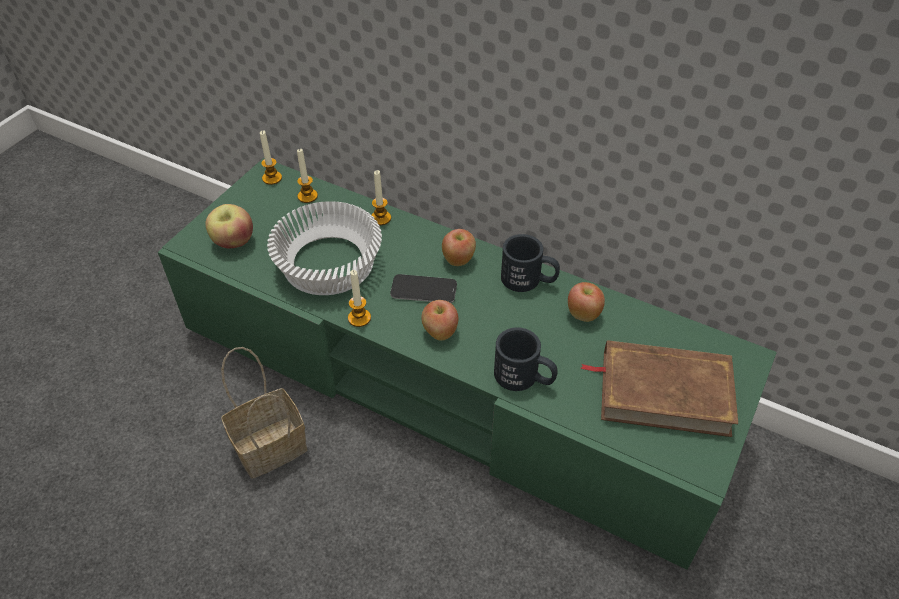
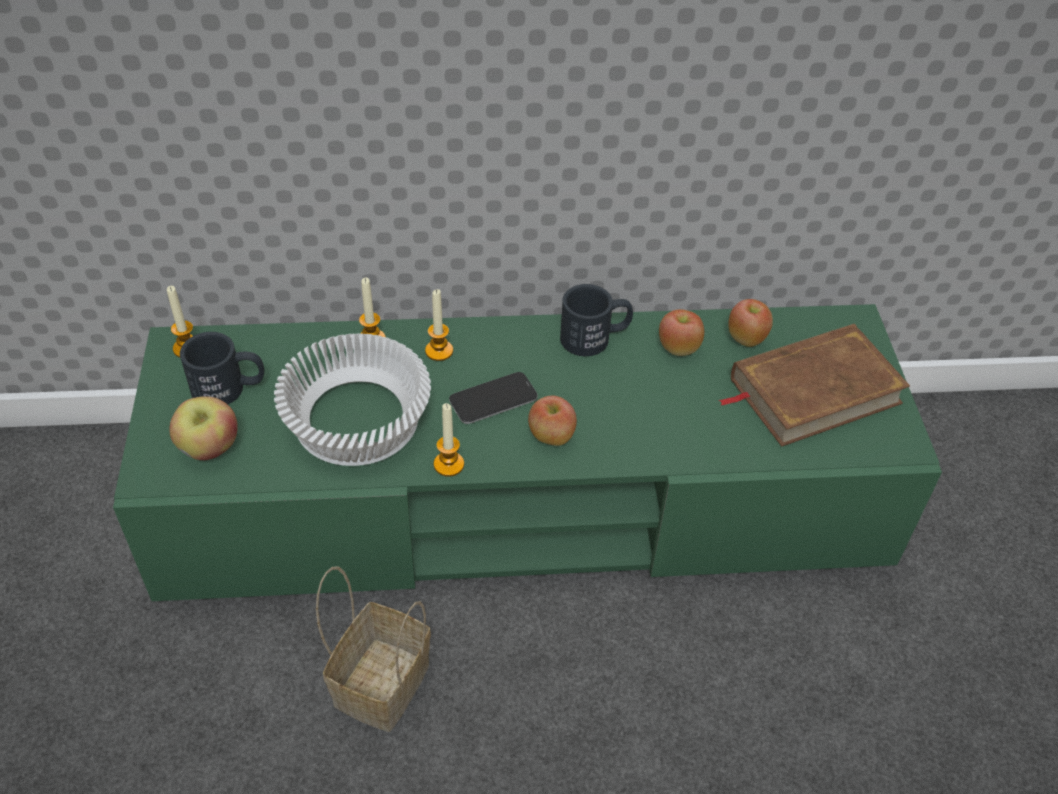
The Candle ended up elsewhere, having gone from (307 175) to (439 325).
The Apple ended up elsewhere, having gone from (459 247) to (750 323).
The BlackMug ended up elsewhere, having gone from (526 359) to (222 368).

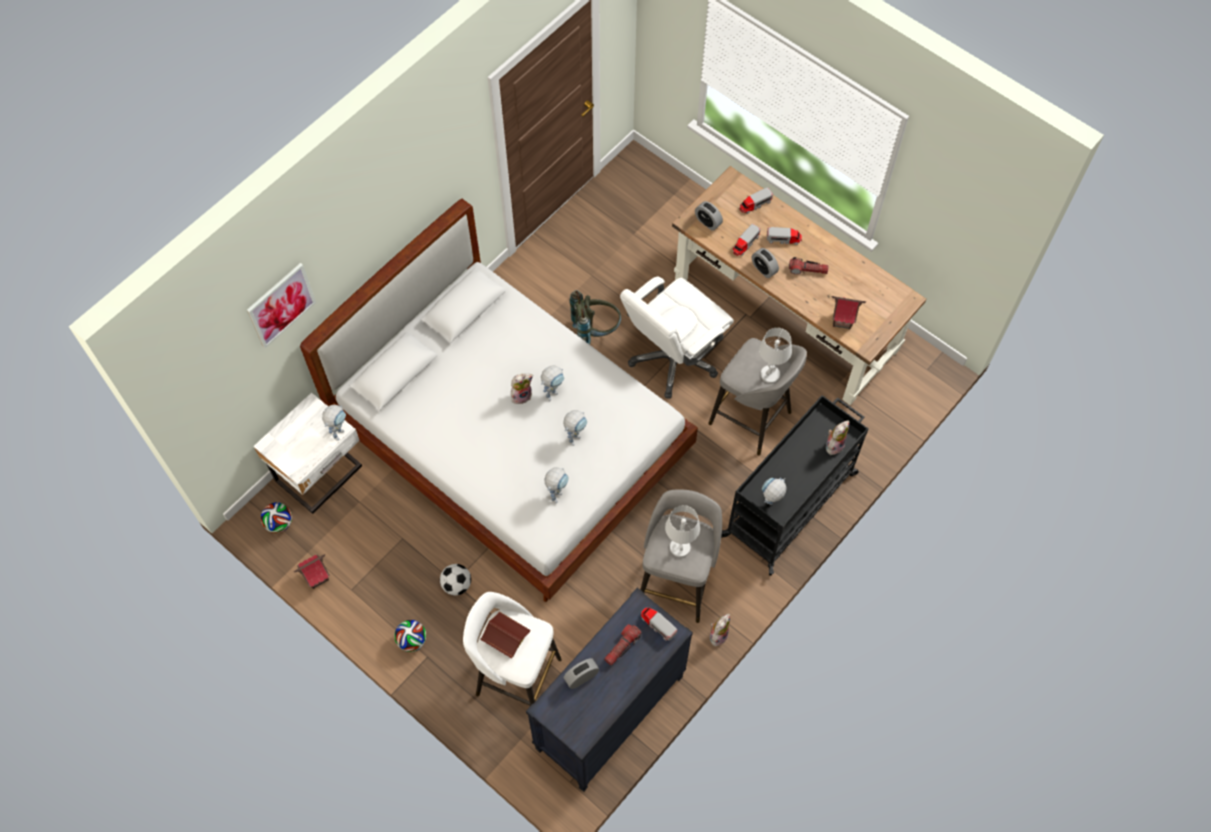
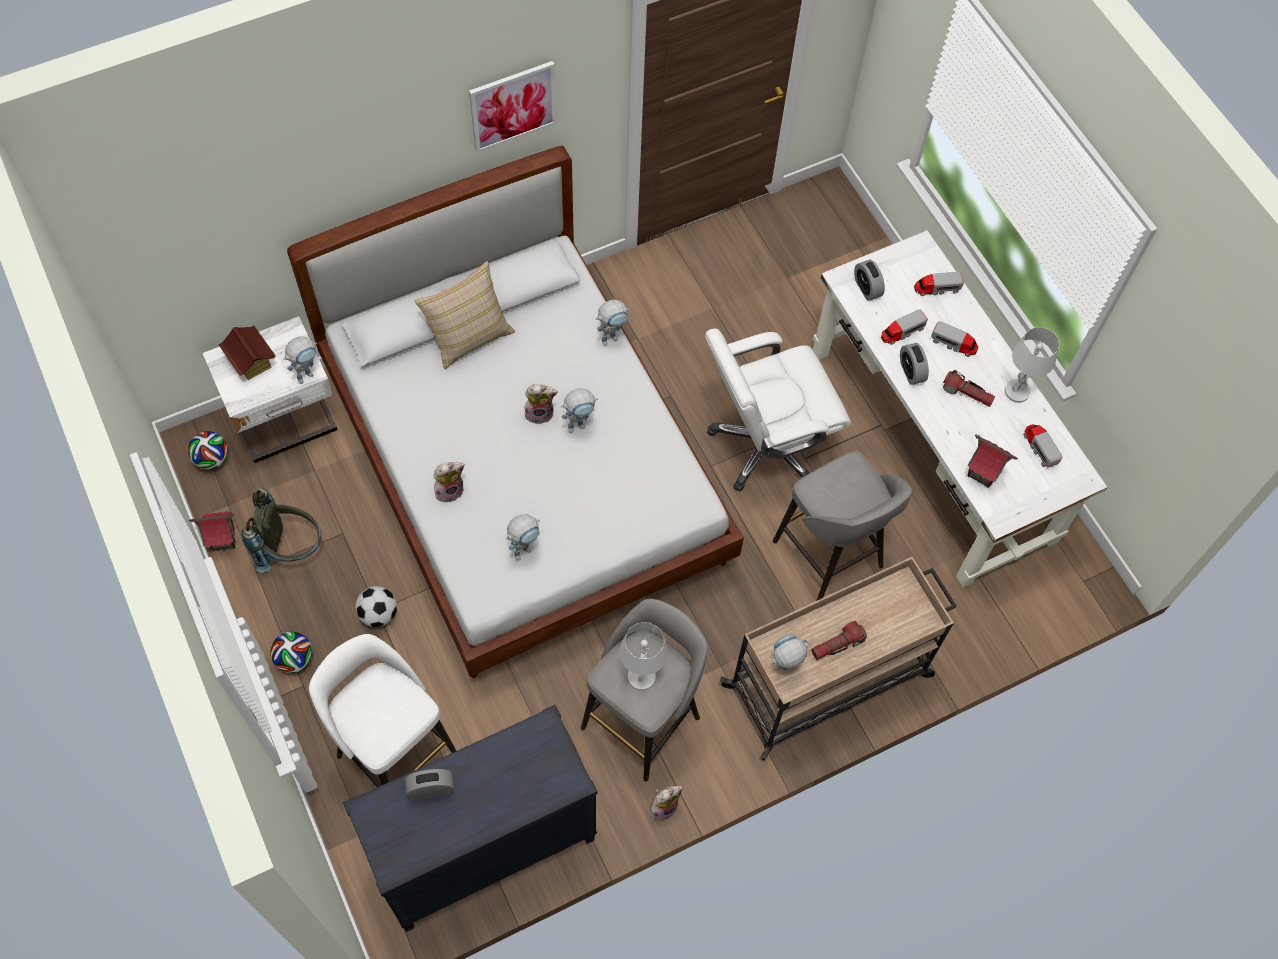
The second view gained the BeigePillow at (464 315).
The Picture ended up elsewhere, having gone from (281 305) to (512 107).
The ToyHouse ended up elsewhere, having gone from (505 635) to (247 352).
The ToyRobot ended up elsewhere, having gone from (575 428) to (612 323).
The GreyBackpack ended up elsewhere, having gone from (595 317) to (281 531).
The Flashlight ended up elsewhere, having gone from (622 645) to (839 640).
The ToyTruck ended up elsewhere, having gone from (659 624) to (1043 446).
The WhiteTableLamp ended up elsewhere, having gone from (775 355) to (1032 365).
The PlushToy ended up elsewhere, having gone from (837 438) to (449 482).
What was the BrownDesk at (799 285) turned into the WhiteDesk at (960 408).
What was the BlackCart at (795 485) turned into the BeigeCart at (838 658).

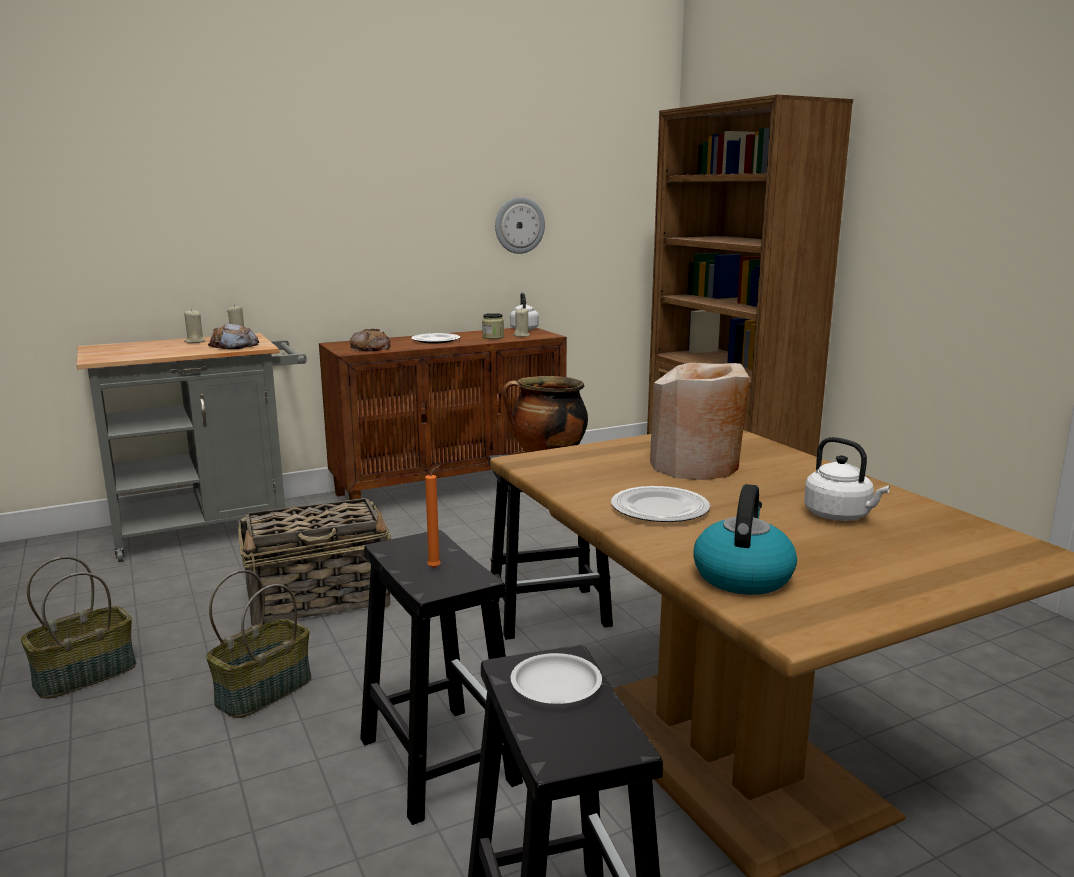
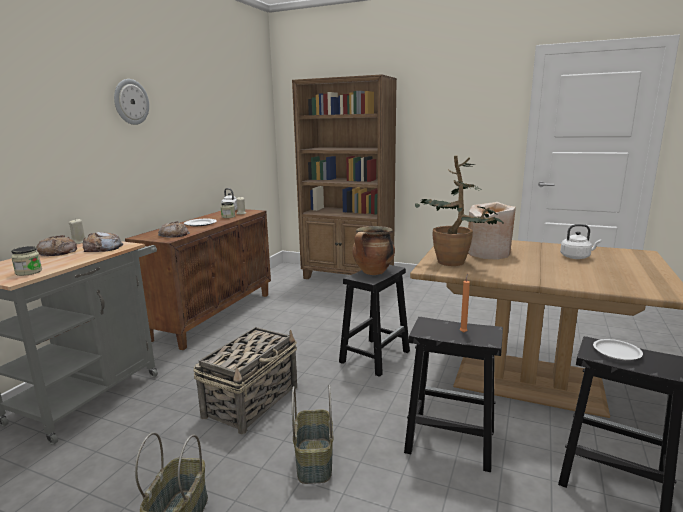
The second view lost the Plate at (660 504).
The second view lost the Kettle at (745 539).
The second view gained the Jar at (26 261).
The second view gained the PottedPlant at (459 210).
The WallClock ended up elsewhere, having gone from (520 225) to (131 102).
Where the BeigeCandle stood at (194 326), the Bread came to stand at (56 245).

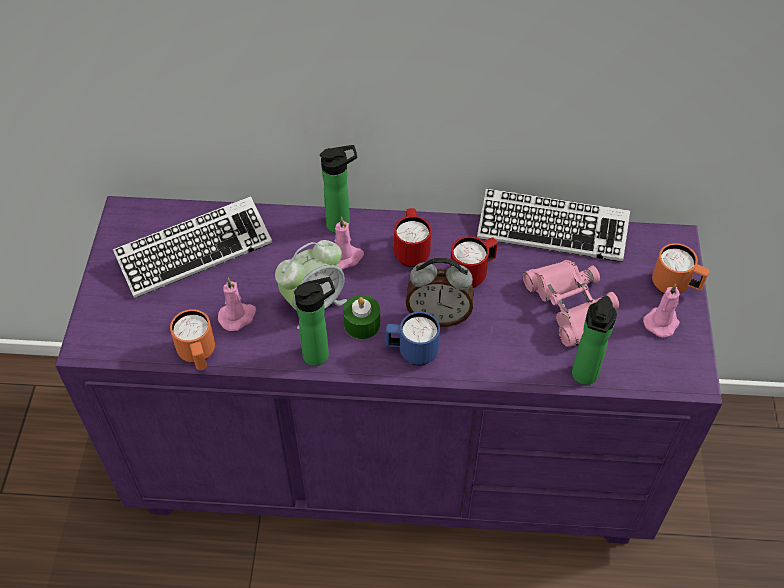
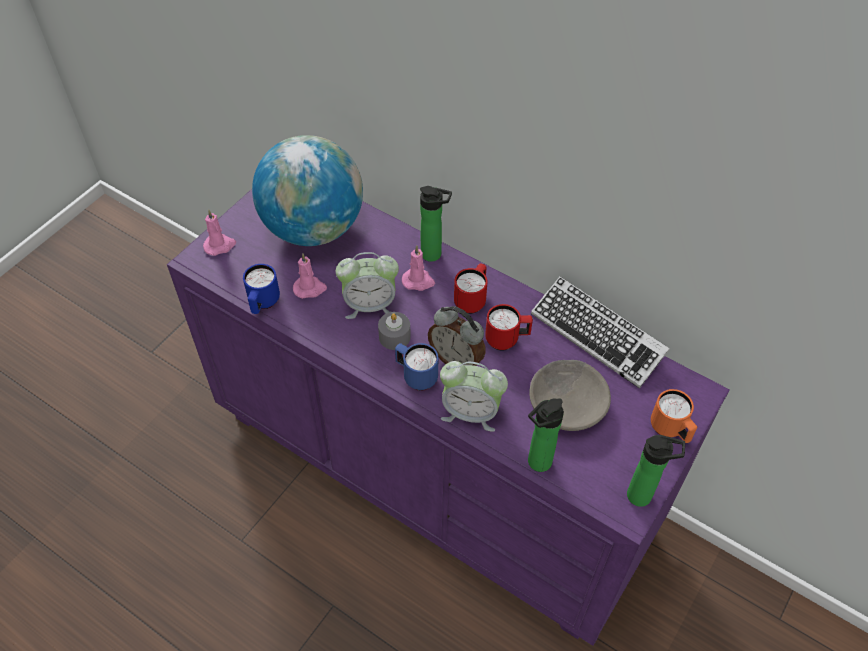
The second view gained the AlarmClock at (474 396).
The Bottle ended up elsewhere, having gone from (314 321) to (656 471).
The PinkCandle ended up elsewhere, having gone from (661 310) to (219 233).
Where the Keyboard stood at (192 247), the Globe came to stand at (307 190).
Where the PinkBinoculars stood at (571 304), the GreyBowl came to stand at (570 395).
What was the OrangeMug at (192 339) turned into the BlueMug at (261 289).
What was the GreenCandle at (361 317) turned into the GreyCandle at (394 331).

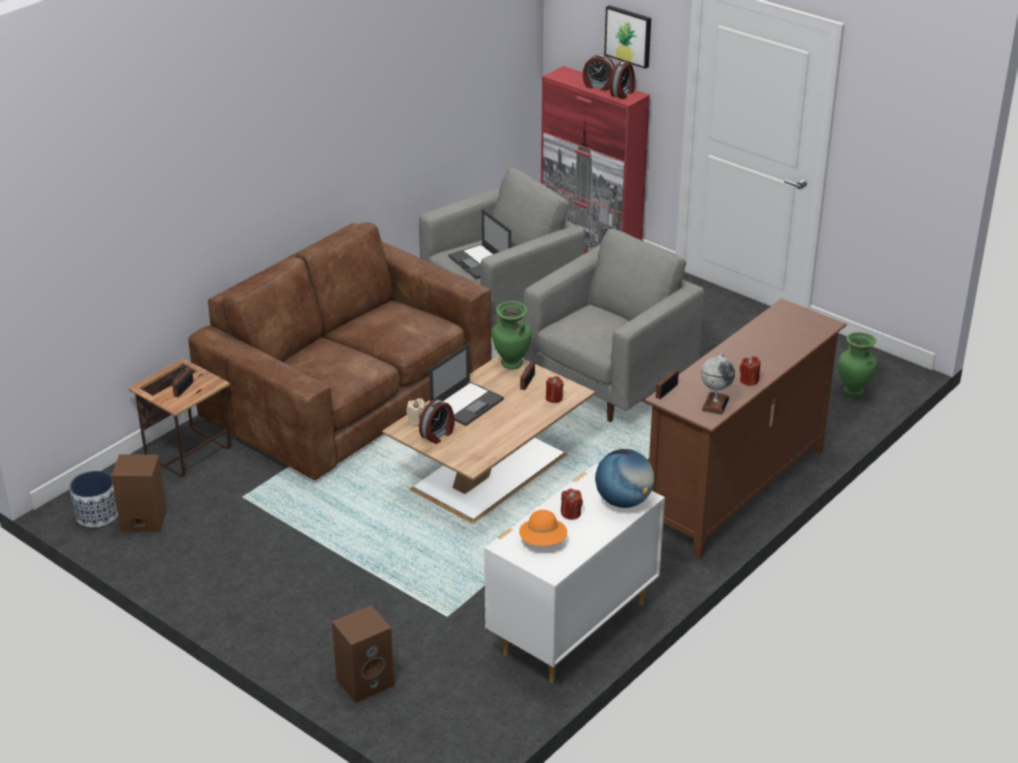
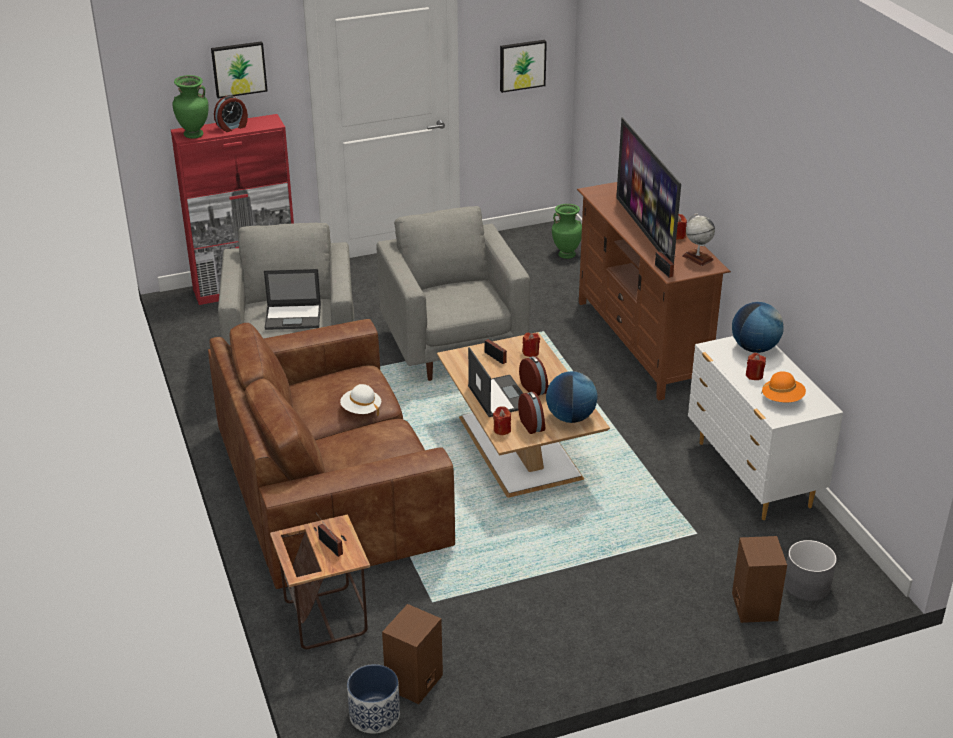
The second view gained the WhiteHat at (360 400).
The second view gained the Picture at (523 66).
The second view gained the Globe at (572 397).
The second view gained the Television at (648 190).
The second view gained the GreyPlanter at (810 571).
The GreenVase ended up elsewhere, having gone from (512 335) to (191 107).
The AlarmClock ended up elsewhere, having gone from (622 80) to (533 376).
What was the BeigeCandle at (415 412) turned into the RedCandle at (502 420).

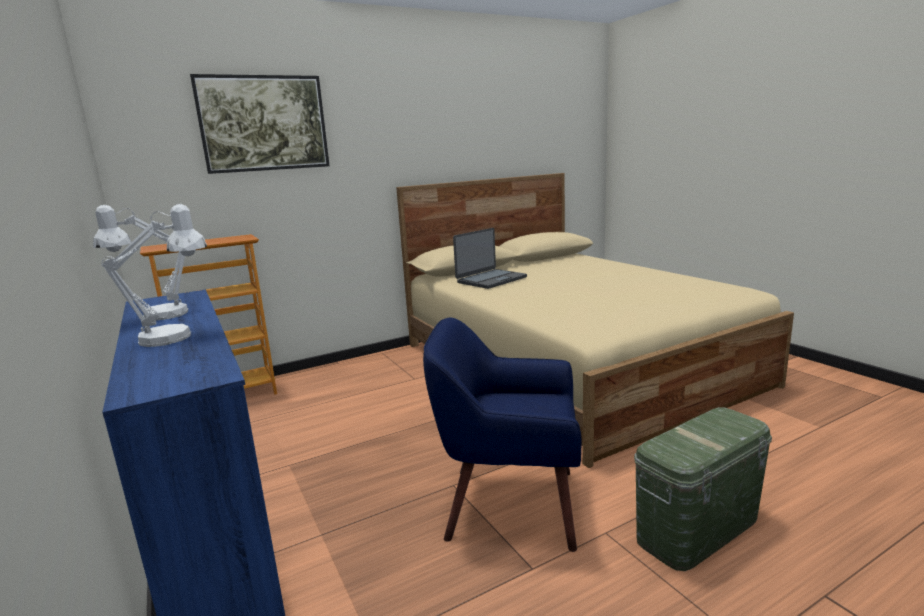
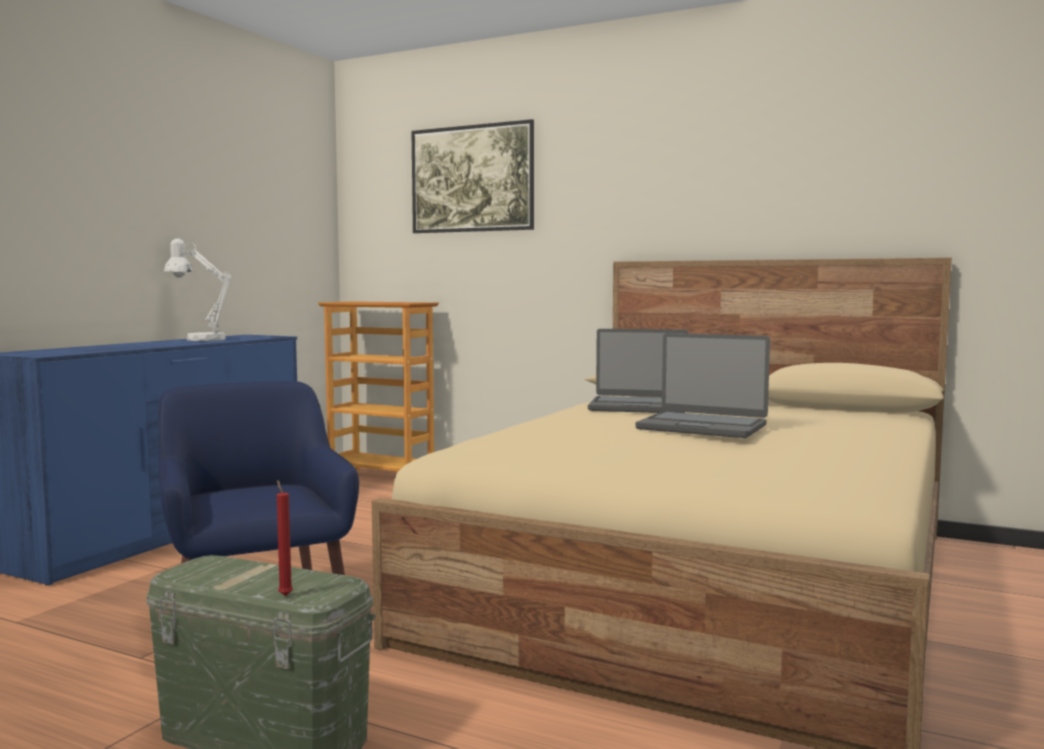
The second view lost the WhiteTableLamp at (154 275).
The second view gained the RedCandle at (285 538).
The second view gained the Laptop at (702 385).

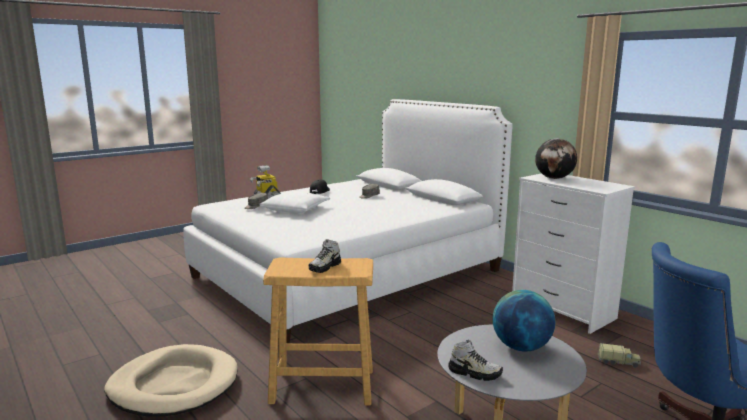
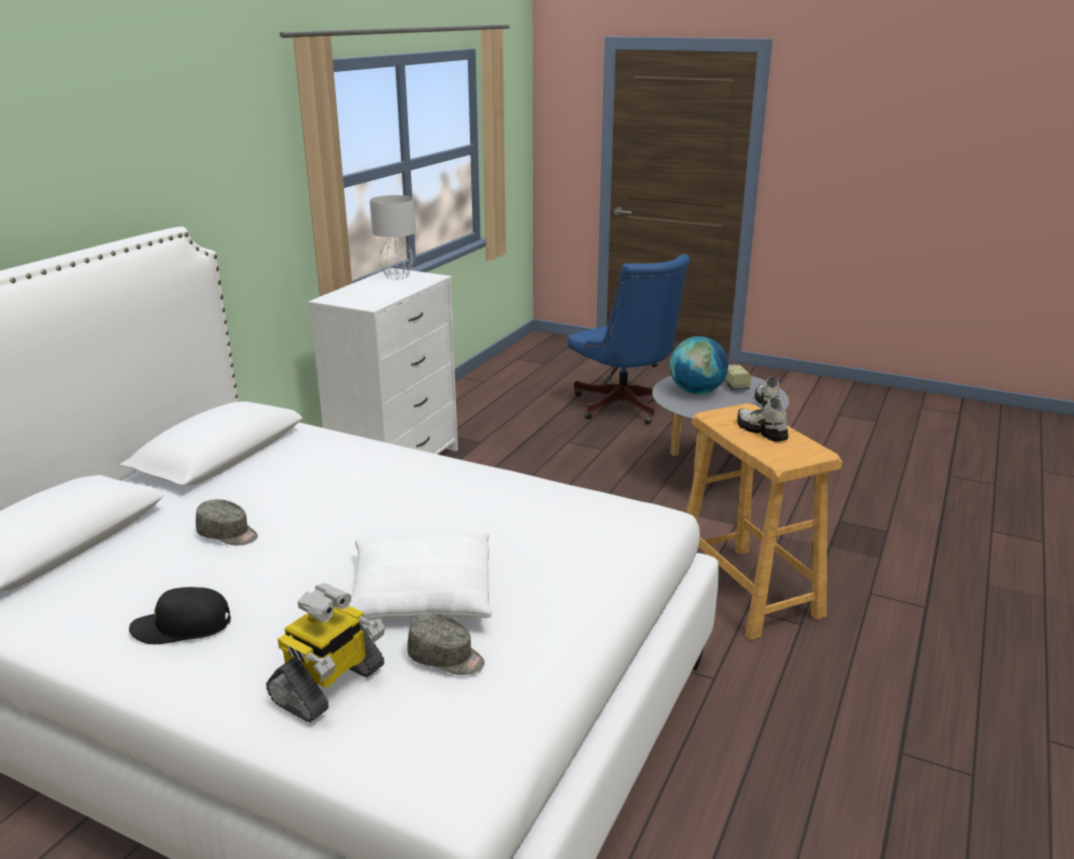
The second view lost the BeigeDogBed at (171 380).
The second view lost the Globe at (556 158).
The second view gained the GreyTableLamp at (393 237).
The ToyTruck ended up elsewhere, having gone from (619 355) to (737 377).
The Shoe at (325 256) ended up facing another way, 135 degrees counterclockwise from before.

